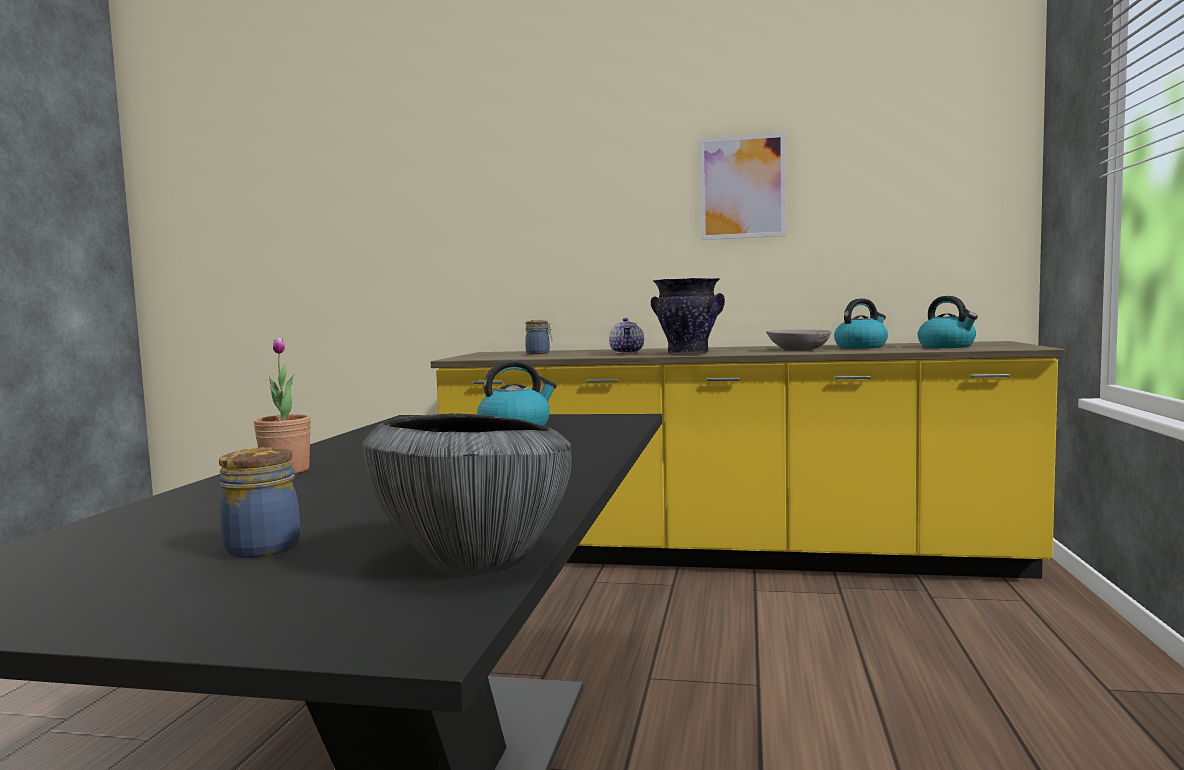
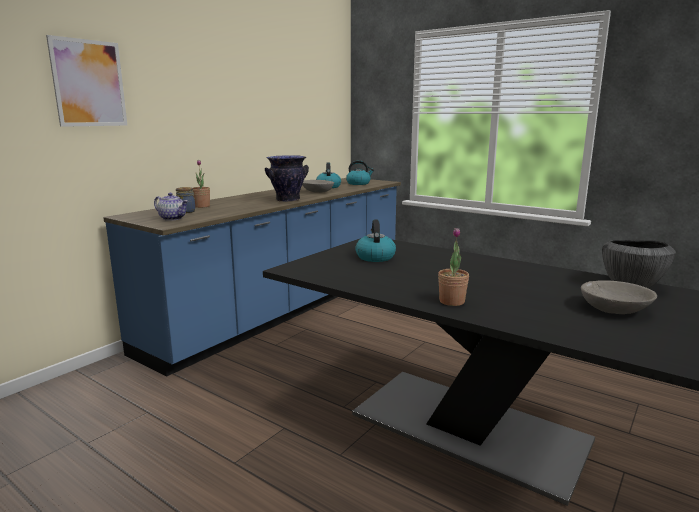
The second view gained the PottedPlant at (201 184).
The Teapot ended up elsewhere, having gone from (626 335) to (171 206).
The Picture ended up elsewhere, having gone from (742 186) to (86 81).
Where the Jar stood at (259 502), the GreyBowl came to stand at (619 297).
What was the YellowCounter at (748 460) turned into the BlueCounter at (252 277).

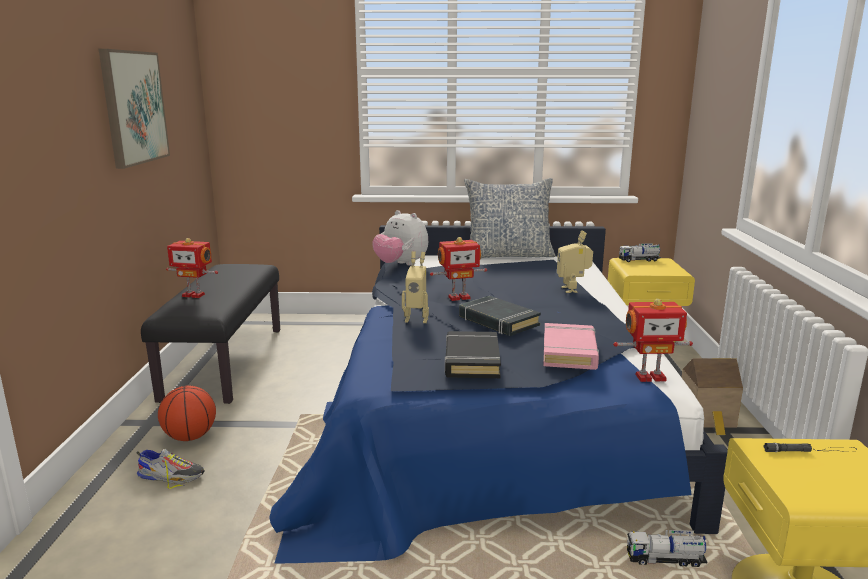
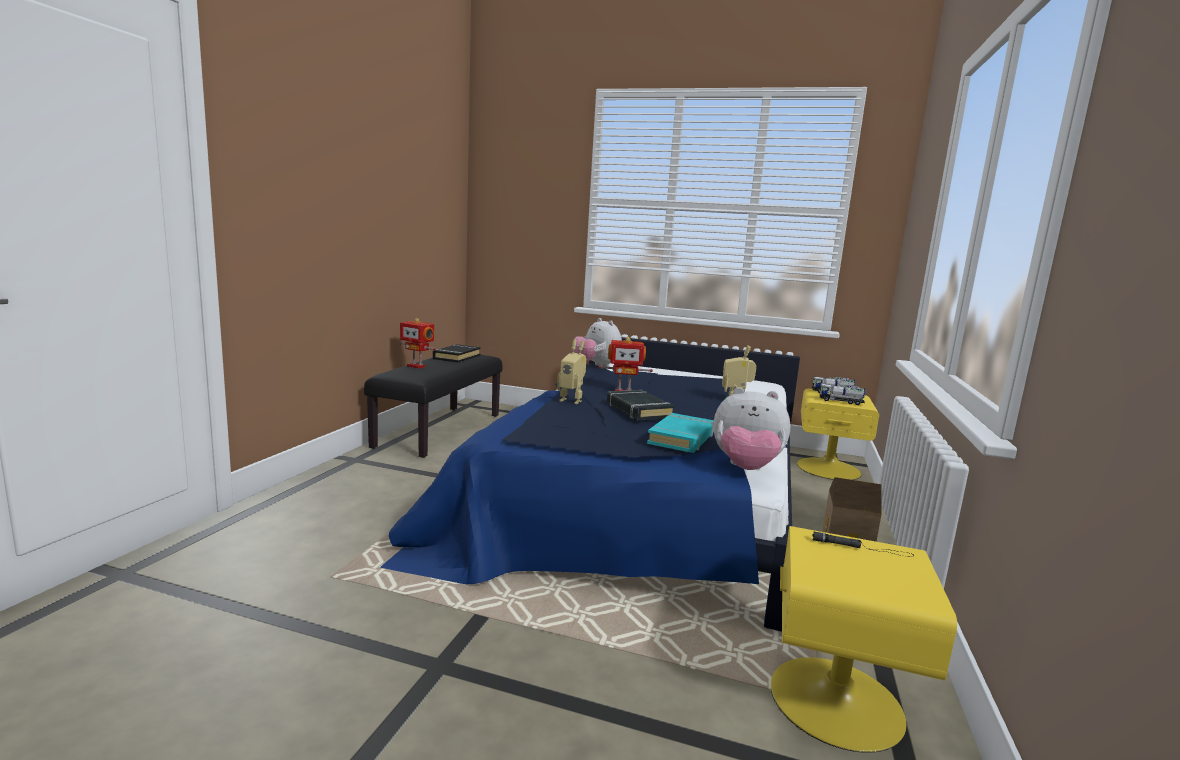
The second view lost the Picture at (134 109).
The second view lost the Shoe at (170 469).
The second view lost the Basketball at (187 413).
The second view lost the Pillow at (509 218).
The BlackBook ended up elsewhere, having gone from (473 354) to (457 353).
The ToyTruck ended up elsewhere, having gone from (667 548) to (842 394).
Where the ToyRobot stood at (653 340), the PlushToy came to stand at (751 428).
What was the PinkBook at (571 346) turned into the TurquoiseBook at (680 433).

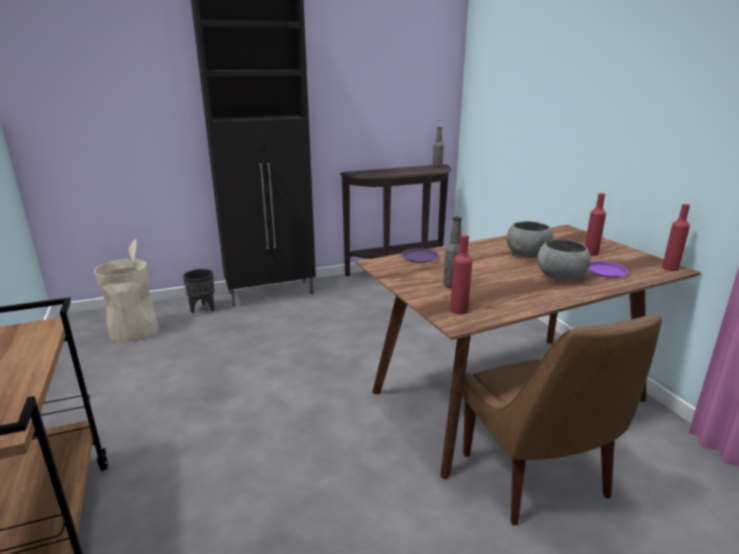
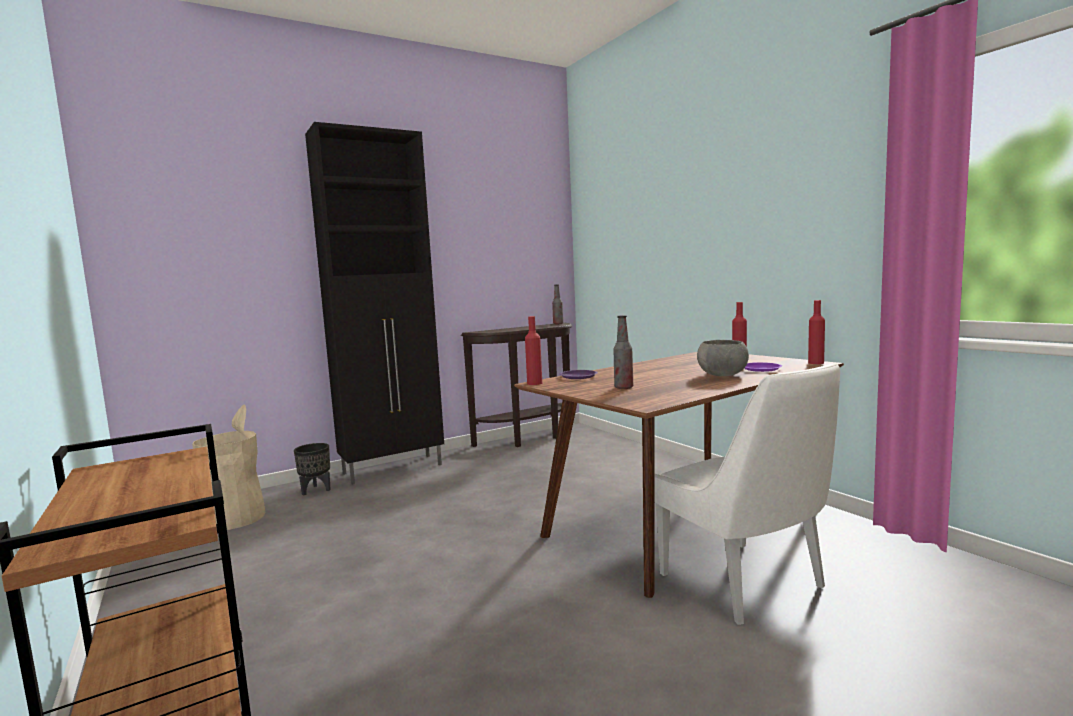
The second view lost the GreyBowl at (530 239).
The RedBottle ended up elsewhere, having gone from (461 274) to (533 350).
What was the BrownChair at (562 419) turned into the WhiteChair at (747 494).

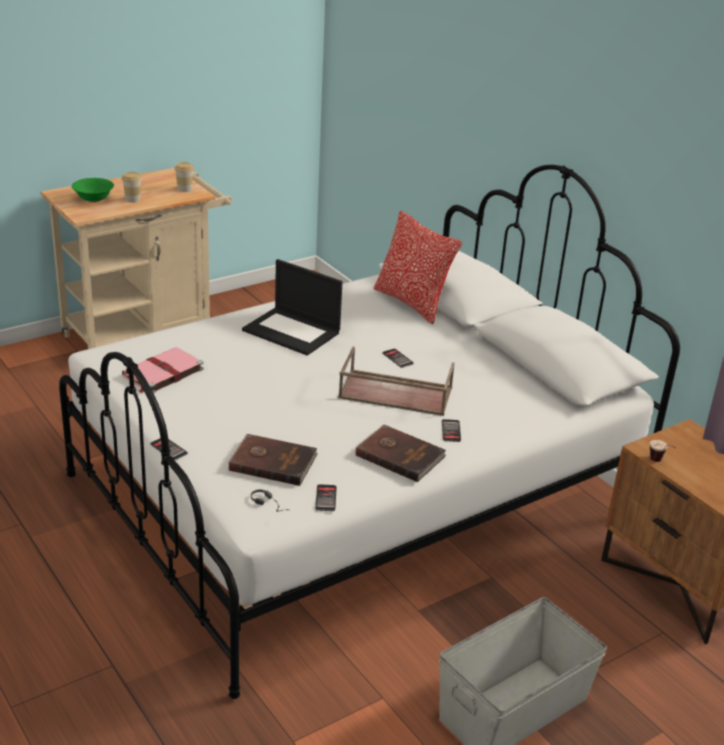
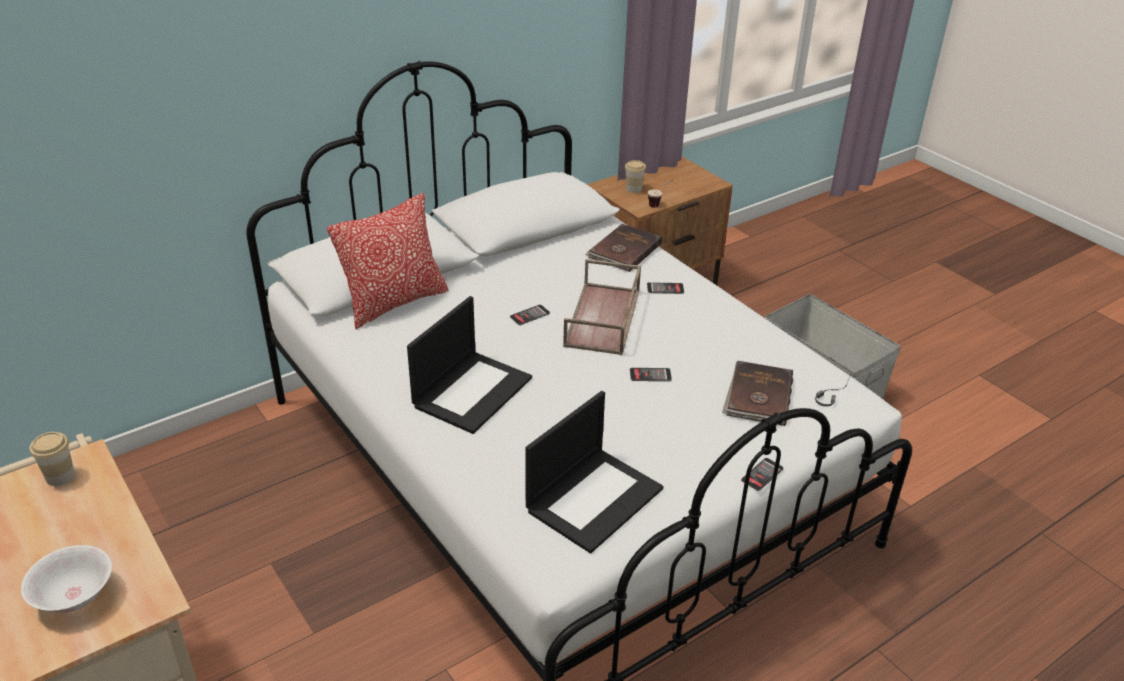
The Cup ended up elsewhere, having gone from (132 187) to (635 176).
The Phone ended up elsewhere, having gone from (326 497) to (651 374).
The BrownBook ended up elsewhere, having gone from (400 453) to (623 248).
Where the PinkBook stood at (163 370), the Laptop came to stand at (594 472).
What was the GreenBowl at (93 190) turned into the WhiteBowl at (66 579).

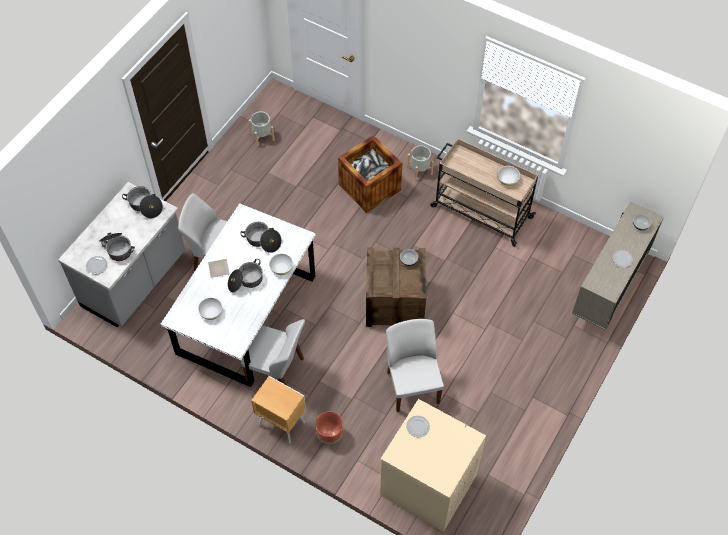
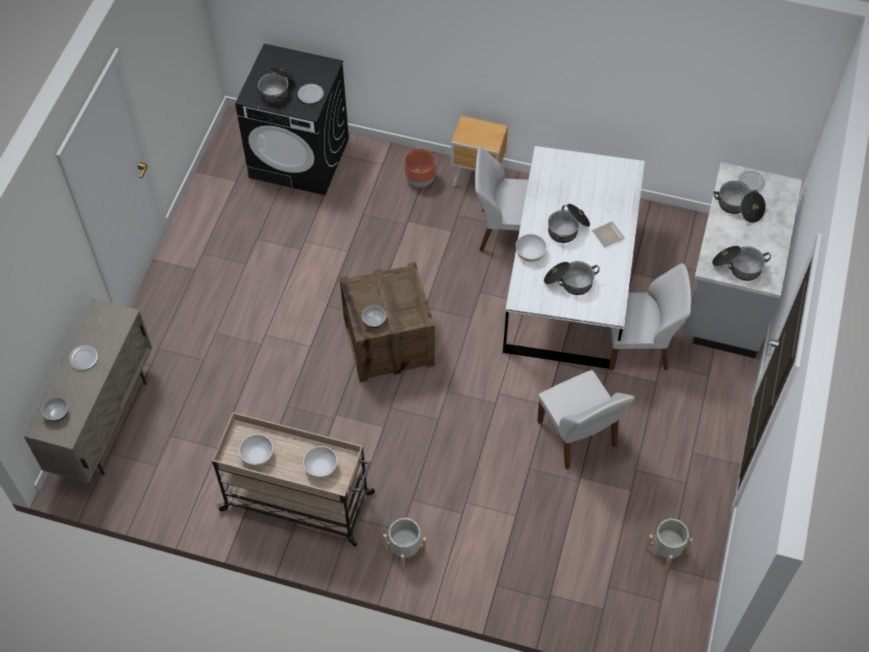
The second view lost the Crate at (370 174).
The second view gained the CookingPot at (276 85).
The WhiteBowl ended up elsewhere, having gone from (210 308) to (320 462).
The WhiteChair ended up elsewhere, having gone from (415 365) to (586 419).
What was the BeigeWashingMachine at (433 465) turned into the BlackWashingMachine at (292 119).

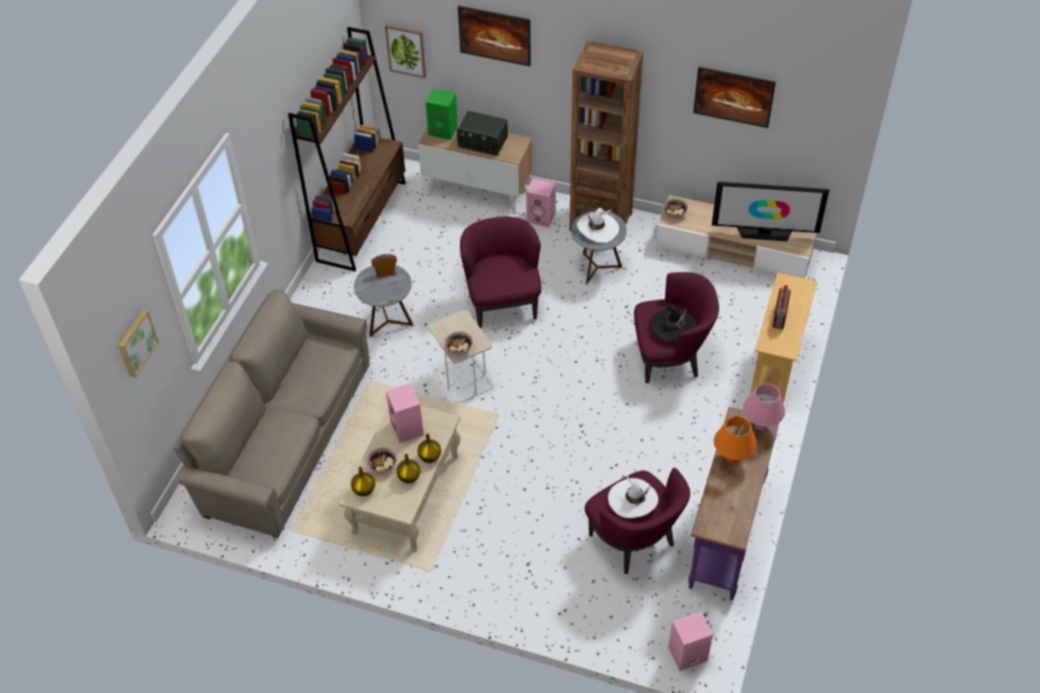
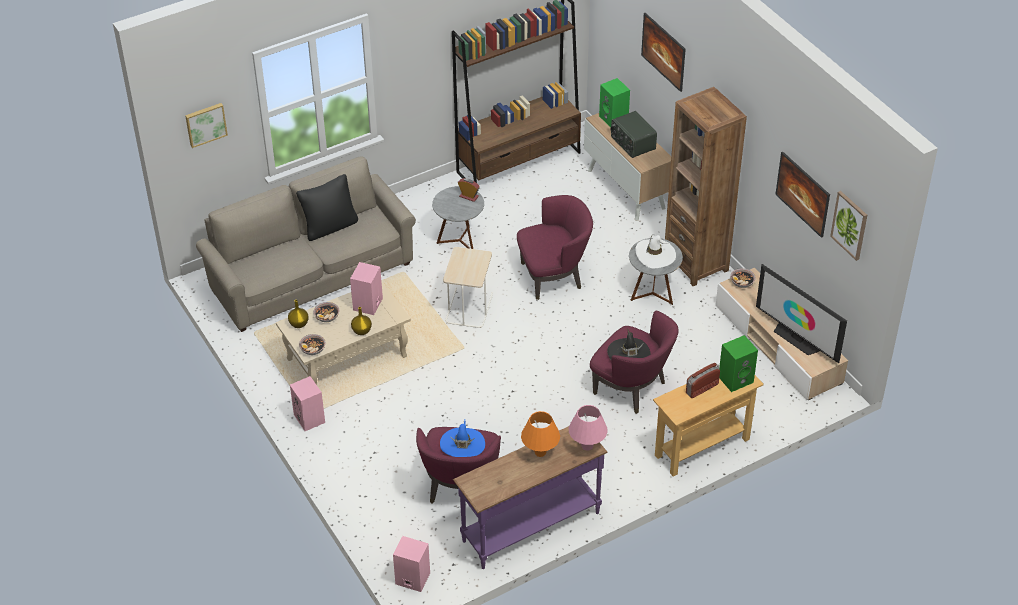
The second view lost the YellowVase at (408 468).
The second view gained the BlackPillow at (327 207).
The second view gained the GreenSpeaker at (738 363).
The Picture ended up elsewhere, having gone from (405 51) to (848 226).
The Bowl ended up elsewhere, having gone from (459 343) to (312 344).
The PinkSpeaker ended up elsewhere, having gone from (541 203) to (307 403).
What was the WhiteHat at (633 496) turned into the BlueHat at (462 438).
The PurpleArmchair at (501 272) ended up facing another way, 45 degrees clockwise from before.

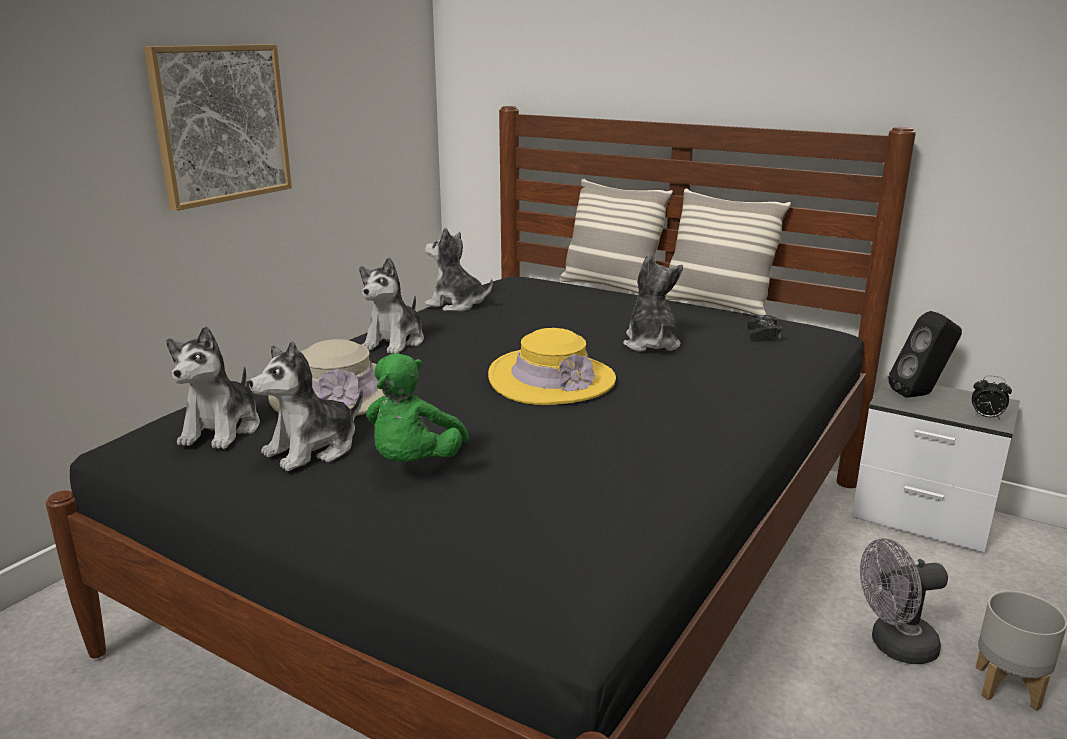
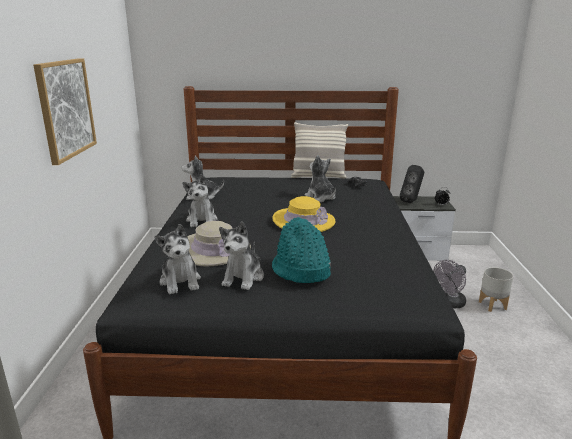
The second view lost the Pillow at (616 235).
Where the GreenPlushToy stood at (417 407), the TurquoiseHat came to stand at (301 250).

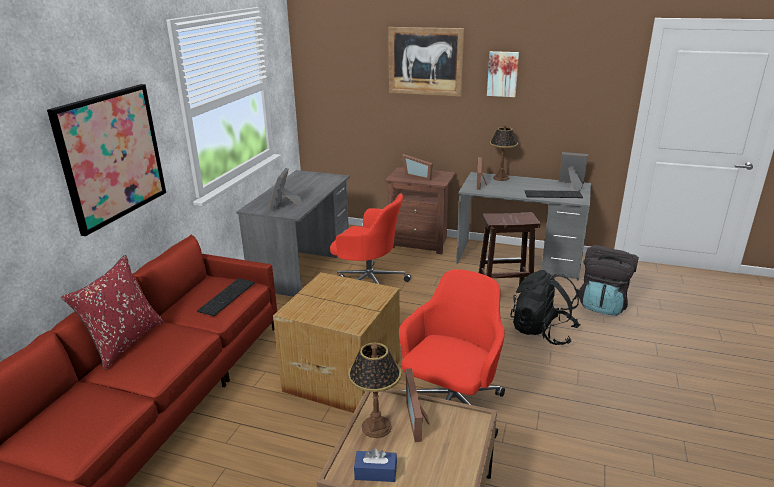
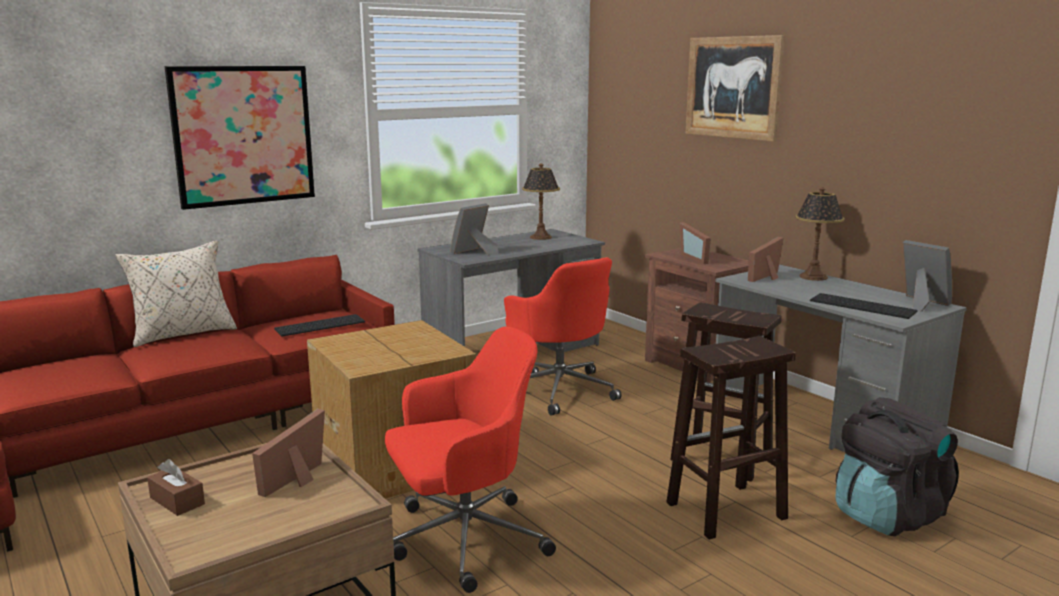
The second view lost the Picture at (503 74).
The TableLamp ended up elsewhere, having gone from (374 390) to (541 201).
Where the BlackBackpack stood at (545 307), the BrownStool came to stand at (731 438).
What was the RedPillow at (112 312) turned into the BeigePillow at (176 293).
What was the BlueTissueBox at (375 465) turned into the BrownTissueBox at (176 487).

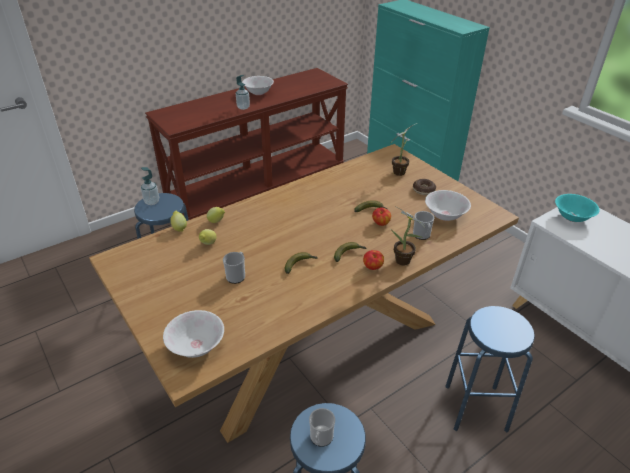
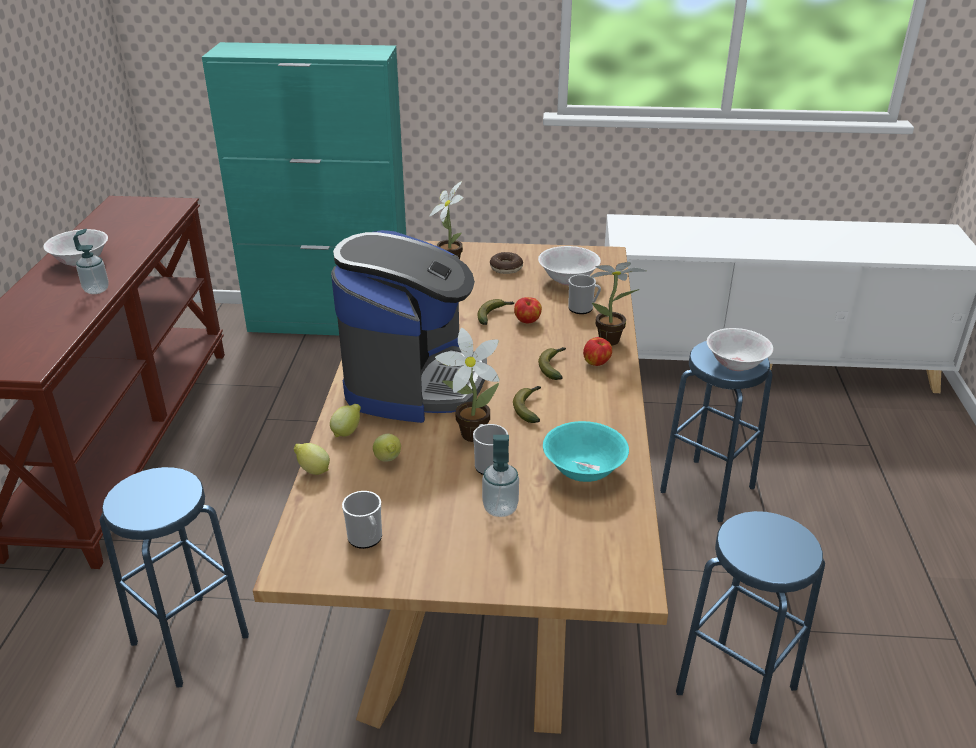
The second view gained the CoffeeMachine at (409 326).
The second view gained the PottedPlant at (467 385).
The SoapDispenser ended up elsewhere, having gone from (150 186) to (500 476).
The WhiteBowl ended up elsewhere, having gone from (193 334) to (740 349).
The Mug ended up elsewhere, having gone from (322 427) to (362 520).
The TurquoiseBowl ended up elsewhere, having gone from (577 208) to (586 451).

